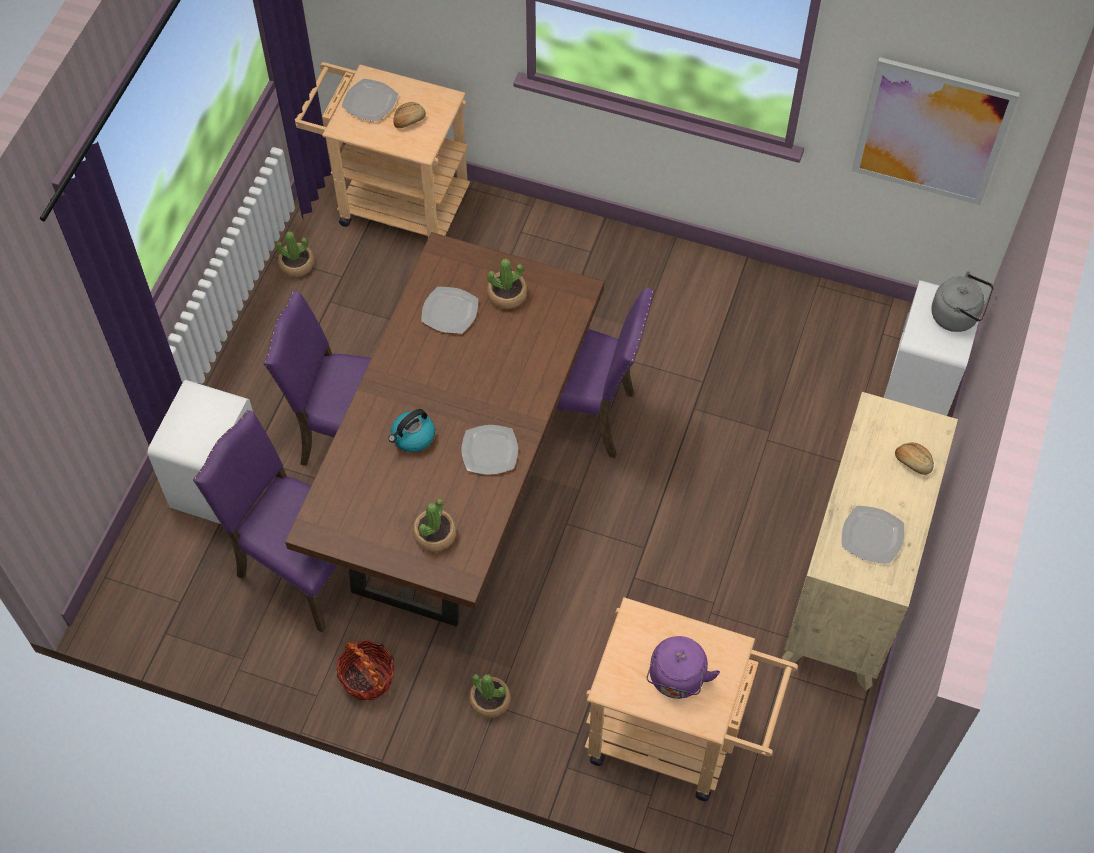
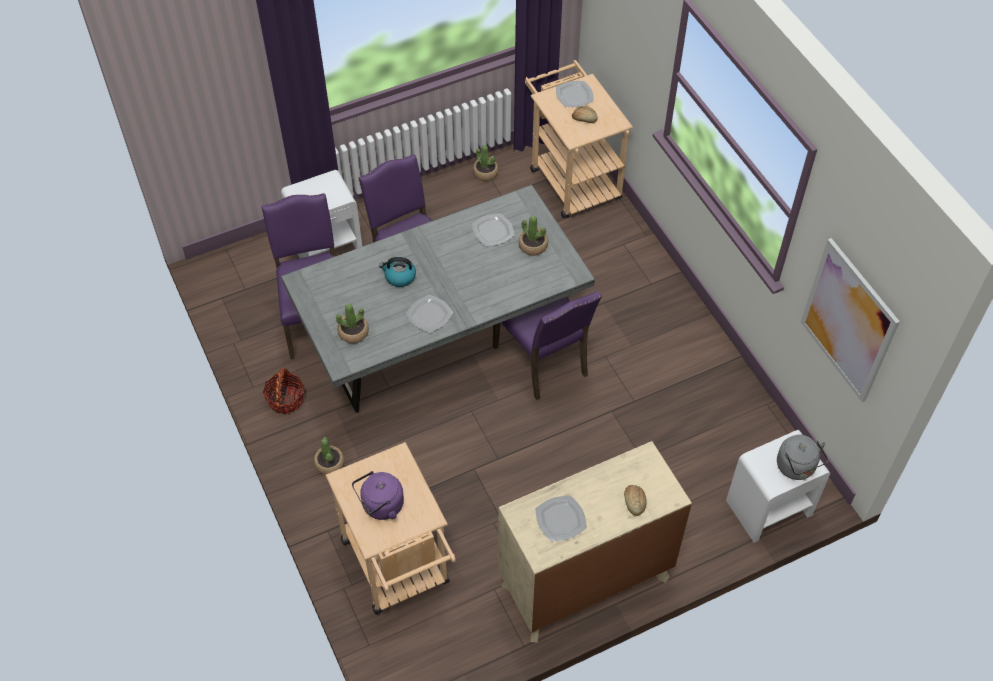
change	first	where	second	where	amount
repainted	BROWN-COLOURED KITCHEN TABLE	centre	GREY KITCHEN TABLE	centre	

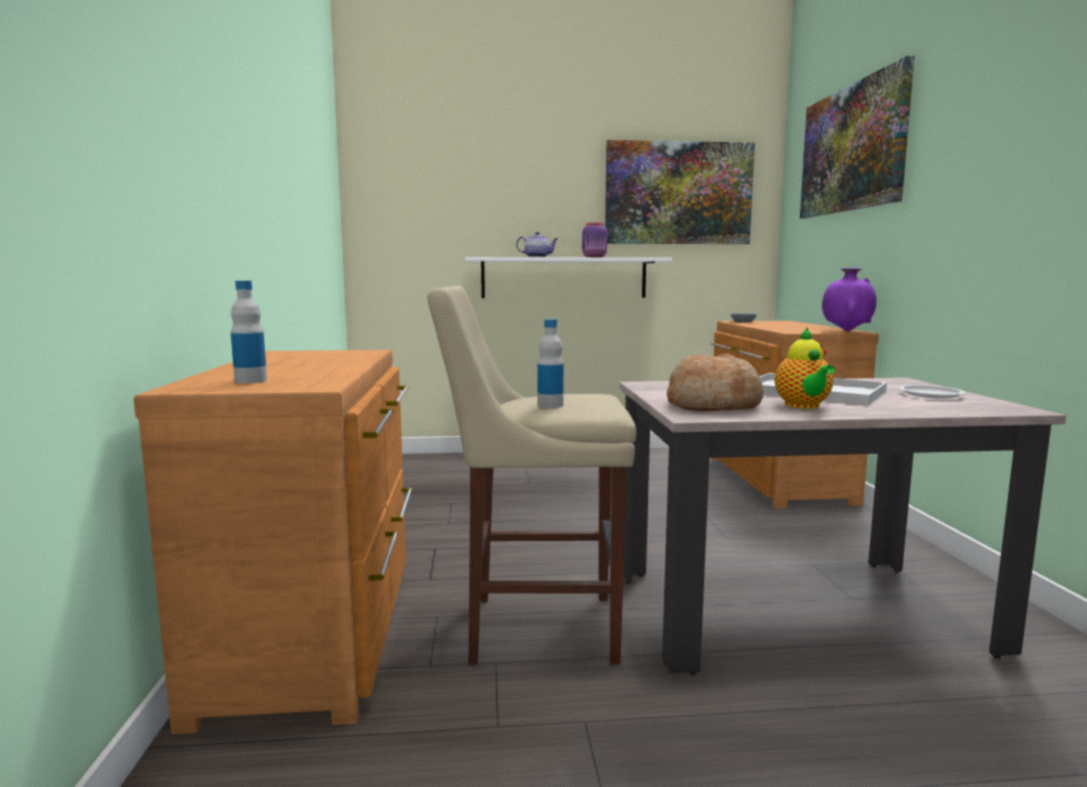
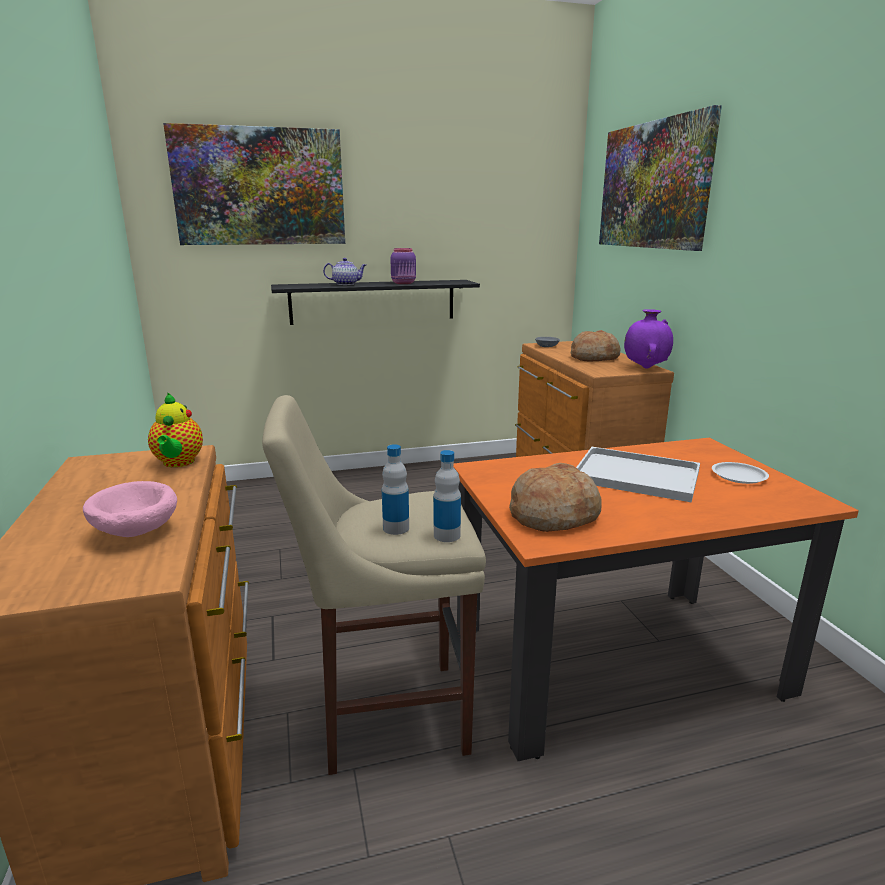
change	first	where	second	where	amount
shifted	WALL PICTURE (no. 1 from left)	top centre		top left	
repainted	WHITE WALL SHELF	centre	BLACK WALL SHELF	centre	
shifted	BEVERAGE BOTTLE (no. 1 from left in the first image)	middle left	BEVERAGE BOTTLE (no. 2 from left)	centre	
shifted	POT FOR TEA (no. 2 from left in the first image)	middle right	POT FOR TEA (no. 1 from left)	middle left	
repainted	BEIGE KITCHEN TABLE	bottom right	ORANGEY KITCHEN TABLE	bottom right	
new			BREAD (no. 2 from left)	middle right	
new			PINKISH BOWL	middle left	

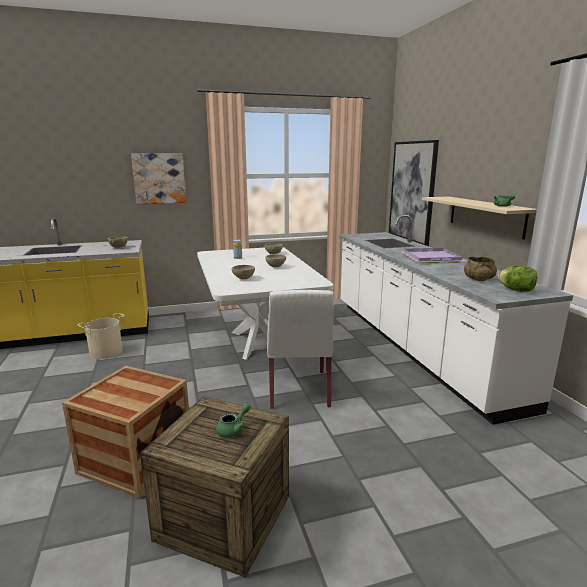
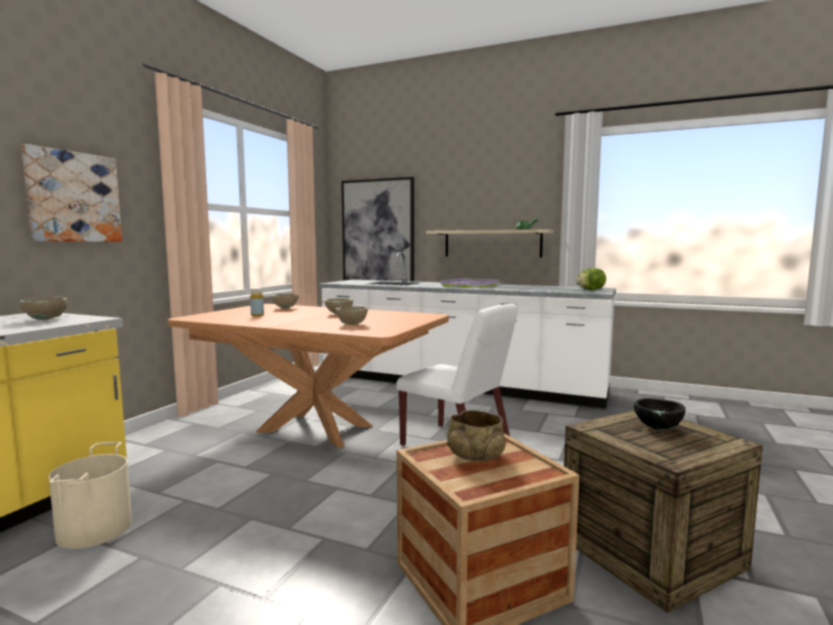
change	first	where	second	where	amount
repainted	WHITE KITCHEN TABLE	centre	BROWN-COLOURED KITCHEN TABLE	centre	
shifted	BEIGE BOWL (no. 5 from left)	middle right		bottom centre	
swapped	GREEN-COLOURED POT FOR TEA (no. 1 from left)	bottom centre	BLACK BOWL	middle right	

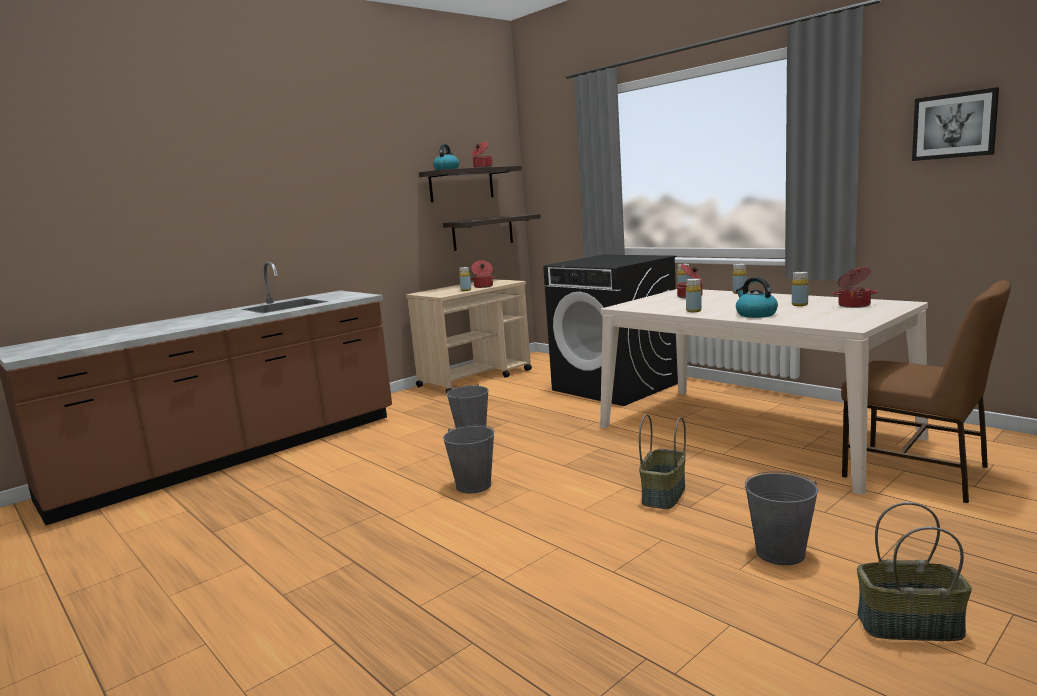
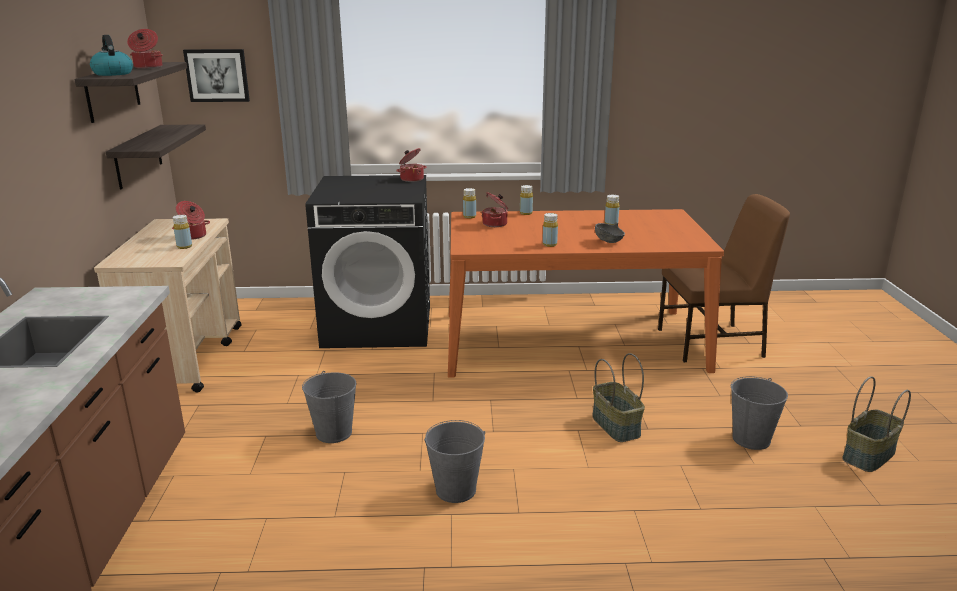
change	first	where	second	where	amount
shifted	WALL PICTURE	top right		top left	
shifted	SAUCEPOT (no. 4 from left in the first image)	middle right	SAUCEPOT (no. 3 from left)	top centre	
swapped	KETTLE (no. 2 from left)	middle right	GREY BOWL	centre	
repainted	BEIGE KITCHEN TABLE	middle right	ORANGEY KITCHEN TABLE	centre	

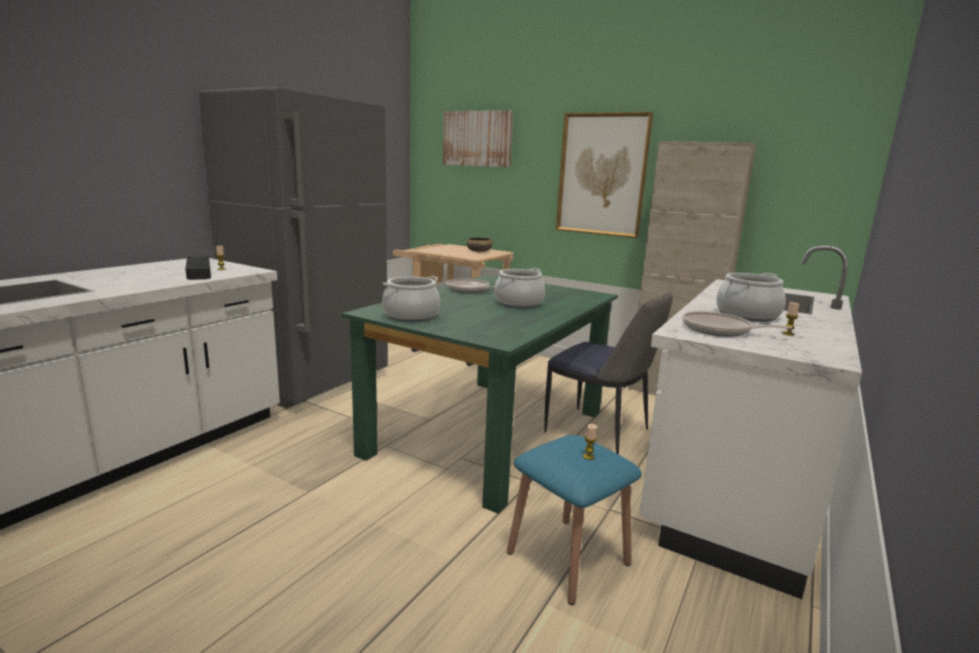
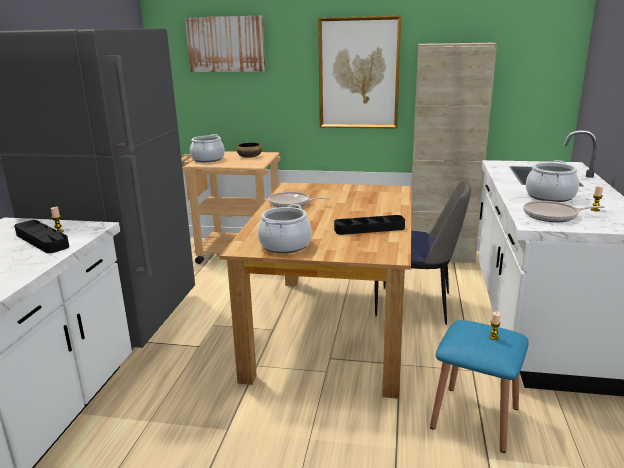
change	first	where	second	where	amount
shifted	SAUCEPOT (no. 2 from left in the first image)	centre	SAUCEPOT (no. 1 from left)	top left	
repainted	GREEN-COLOURED KITCHEN TABLE	centre	BROWN-COLOURED KITCHEN TABLE	centre	
new			BLACK SERVING TRAY (no. 2 from left)	centre	

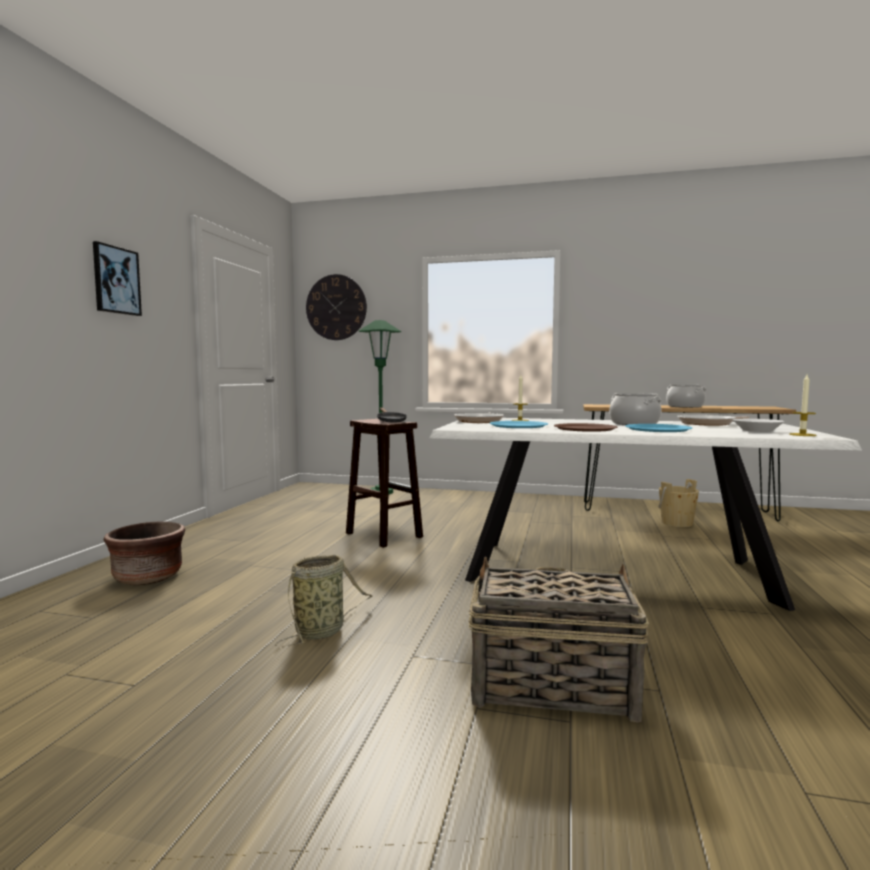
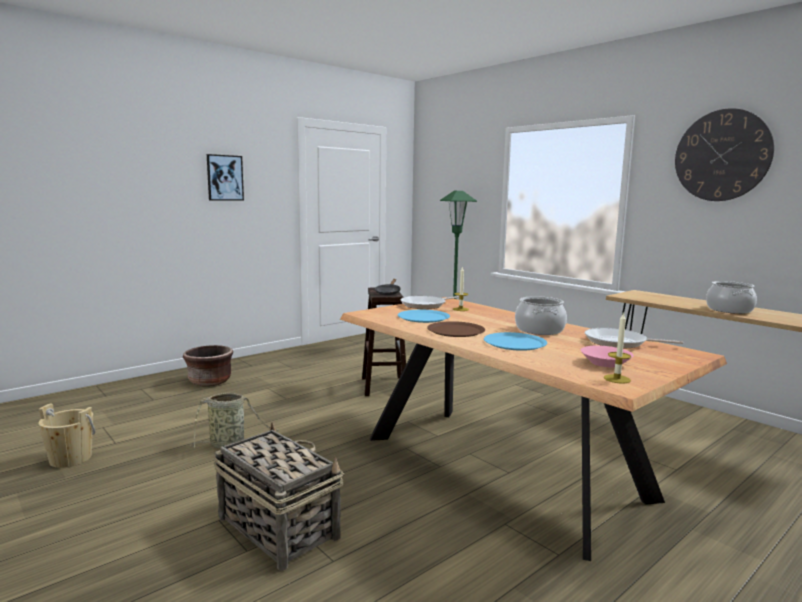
change	first	where	second	where	amount
shifted	HANGING CLOCK	centre		top right	
repainted	WHITE KITCHEN TABLE	middle right	BROWN-COLOURED KITCHEN TABLE	bottom centre	
repainted	WHITE BOWL	middle right	PINKISH BOWL	middle right	
shifted	BEIGE PAIL	middle right		bottom left	

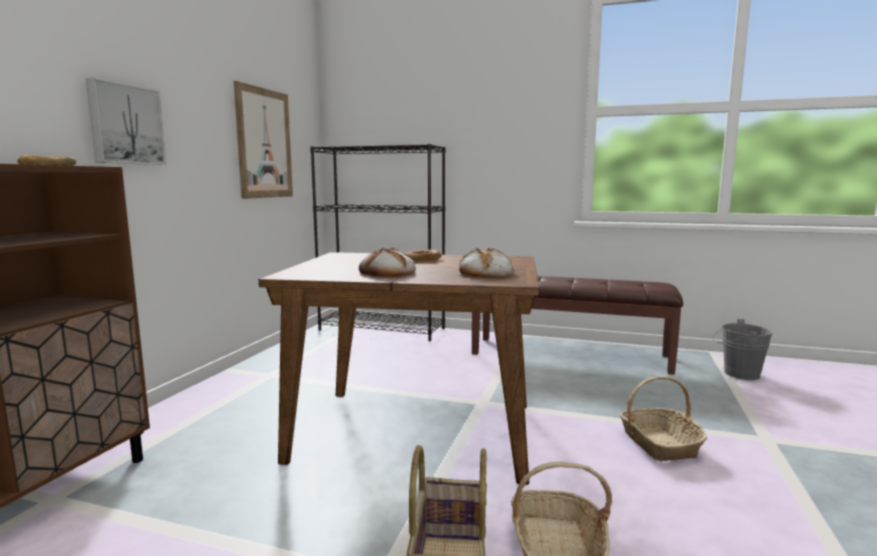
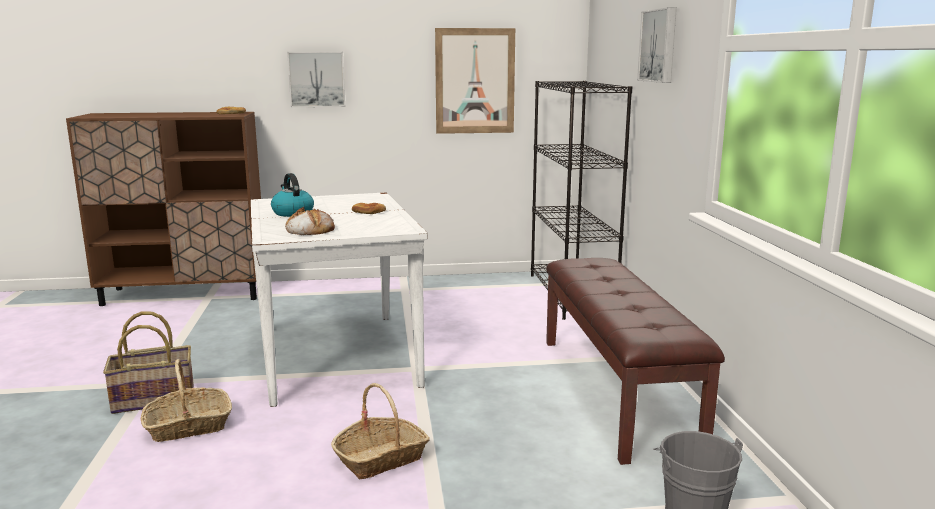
change	first	where	second	where	amount
swapped	BREAD (no. 2 from left)	centre	KETTLE	middle left	
repainted	BROWN-COLOURED KITCHEN TABLE	centre	WHITE KITCHEN TABLE	centre	
new			WALL PICTURE (no. 3 from left)	top right	

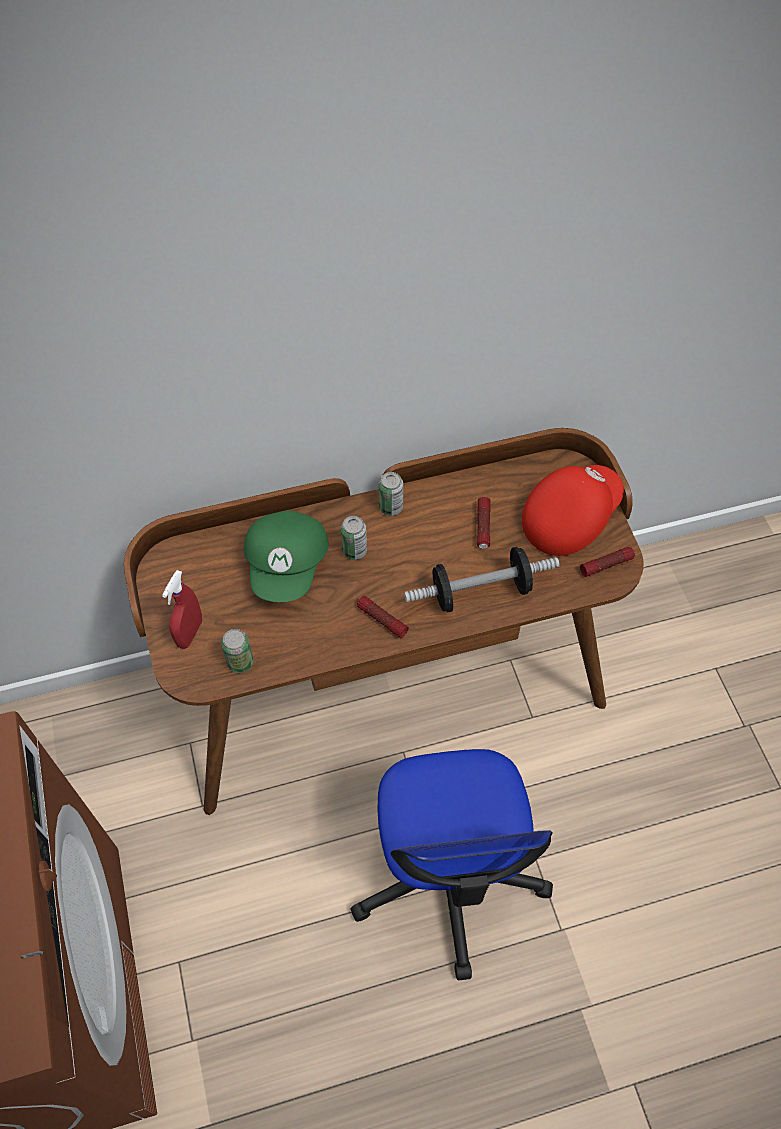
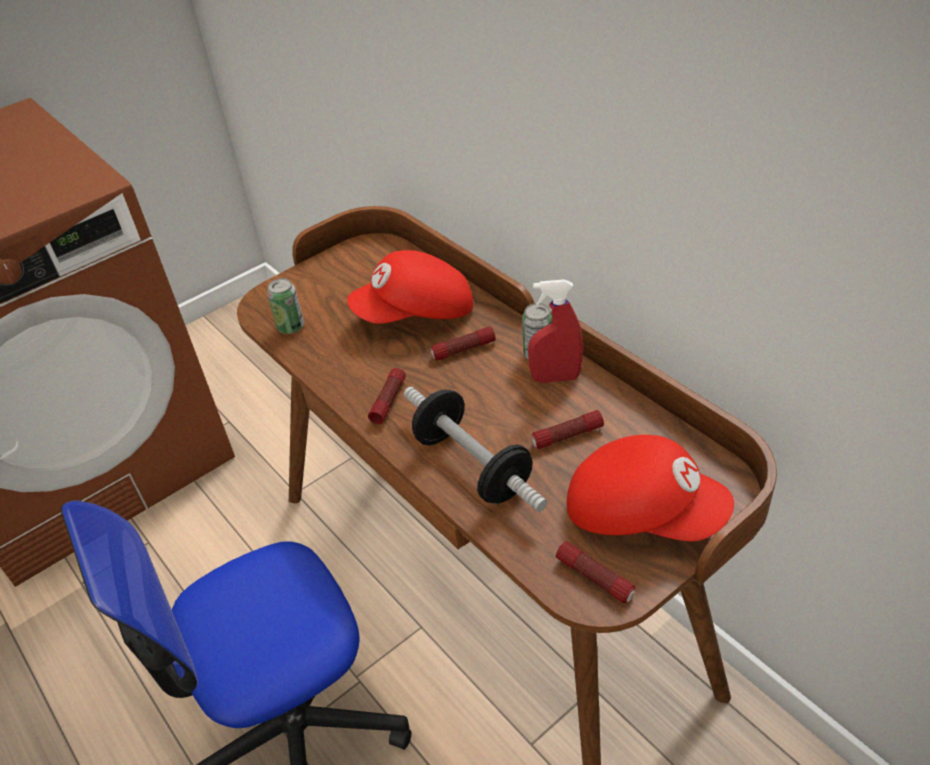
change	first	where	second	where	amount
repainted	GREEN-COLOURED CAP	centre	RED-COLOURED CAP (no. 1 from left)	centre	
swapped	METAL CAN (no. 2 from left)	centre	HAND TORCH (no. 2 from left)	centre	
shifted	RED-COLOURED SPRAY BOTTLE	middle left		centre	

